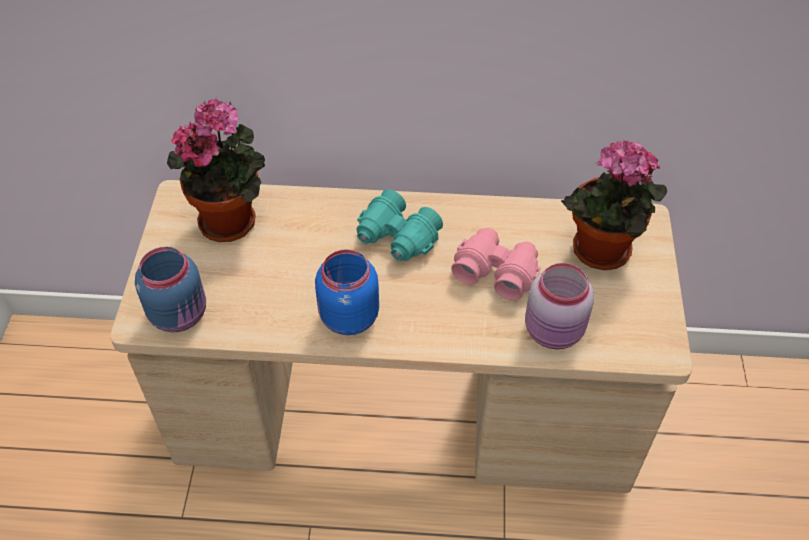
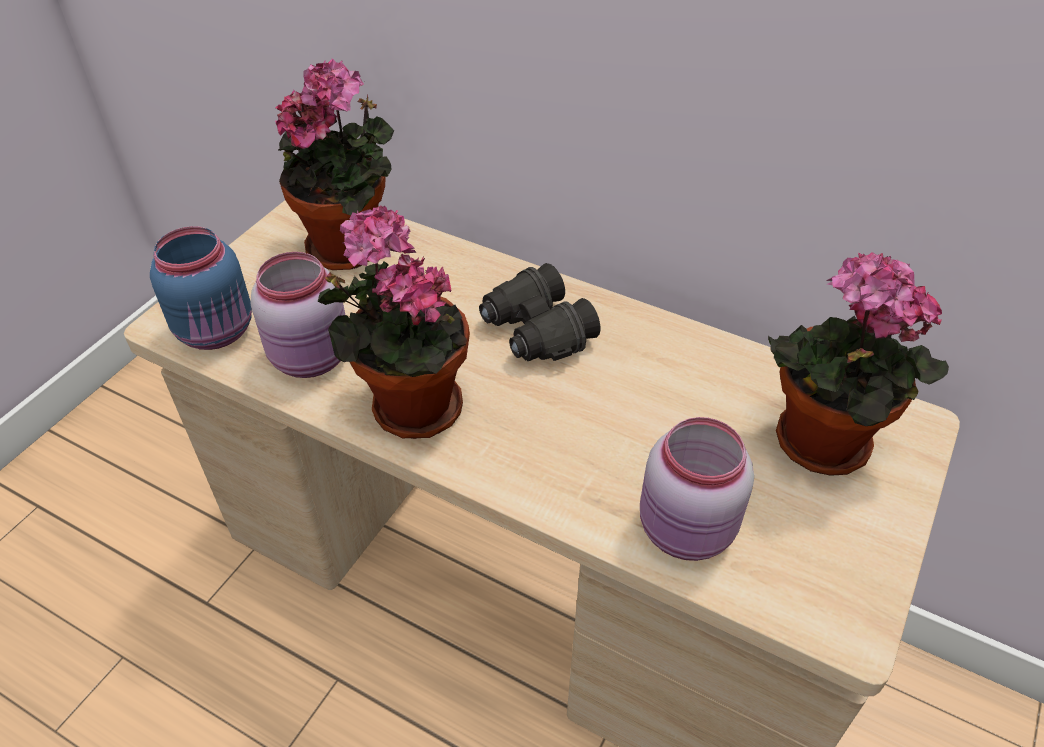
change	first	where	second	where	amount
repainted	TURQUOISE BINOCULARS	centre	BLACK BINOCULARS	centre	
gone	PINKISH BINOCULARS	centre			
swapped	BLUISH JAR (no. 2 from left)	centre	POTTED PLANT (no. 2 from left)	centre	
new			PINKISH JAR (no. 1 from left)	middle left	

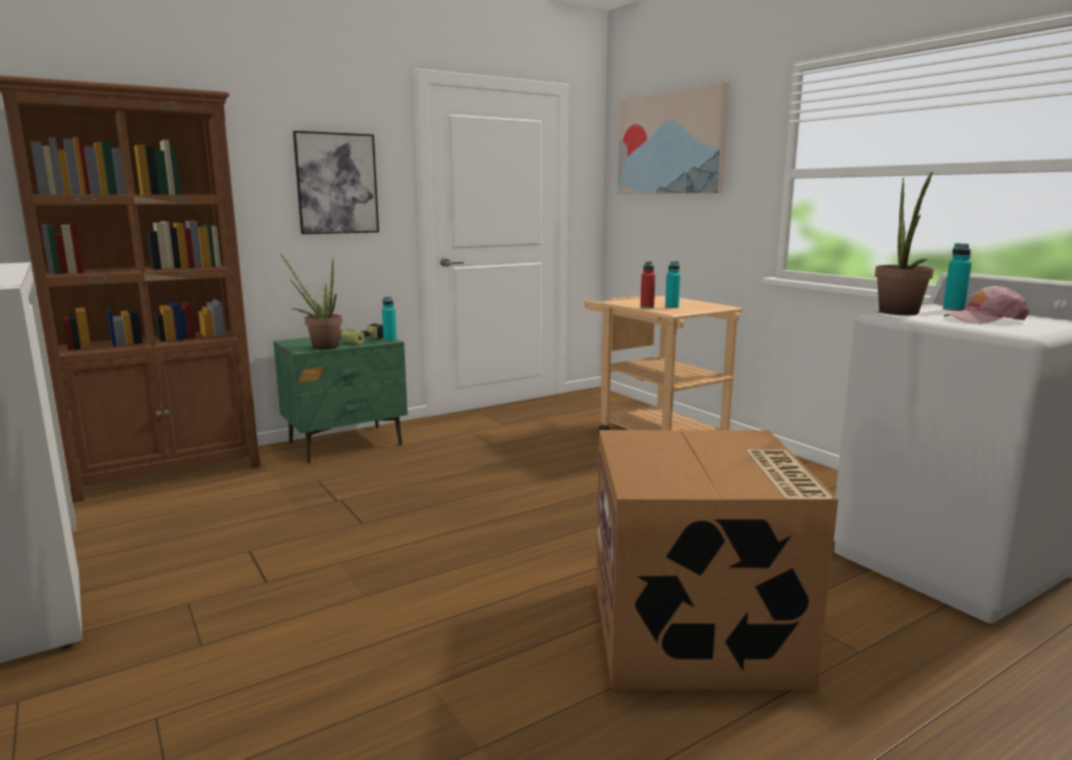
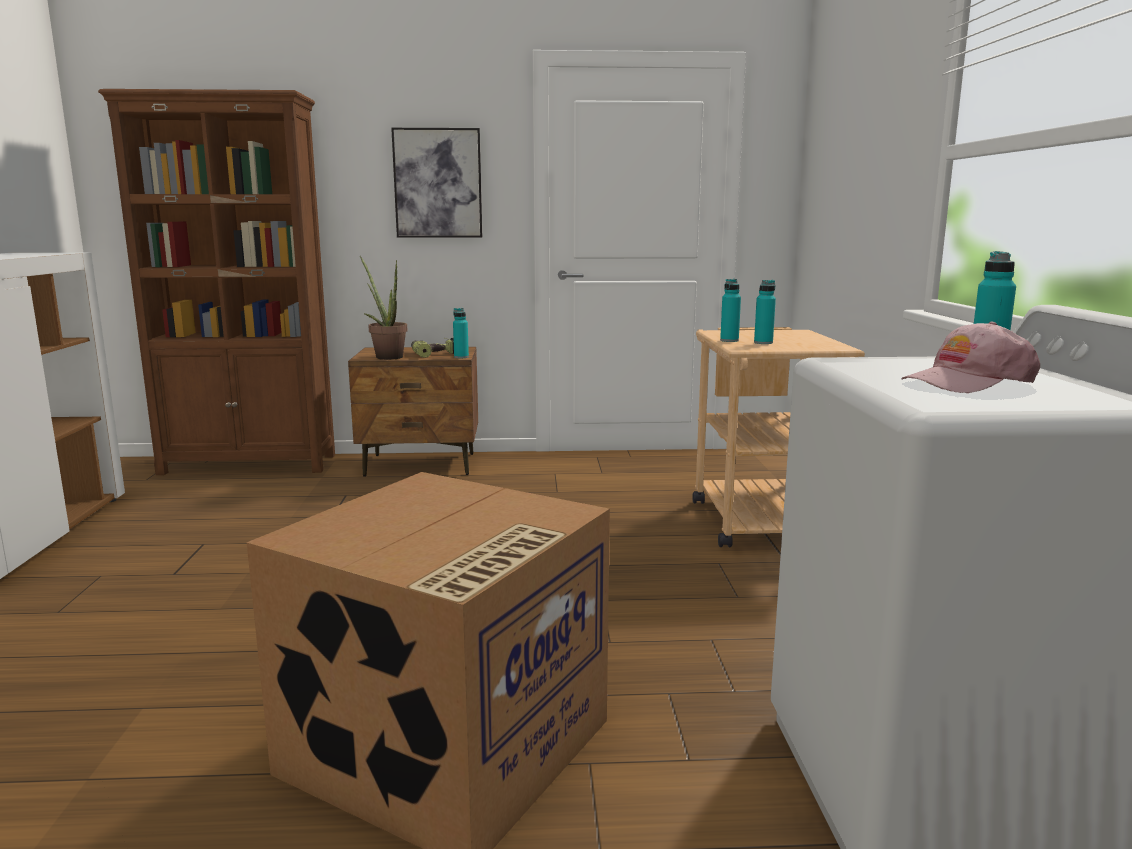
change	first	where	second	where	amount
gone	WALL PICTURE (no. 2 from left)	top centre			
gone	POTTED PLANT (no. 2 from left)	top right			
repainted	RED-COLOURED BEVERAGE BOTTLE	centre	TURQUOISE BEVERAGE BOTTLE (no. 2 from left)	centre	
rotated	PINKISH CAP	middle right		middle right	45 degrees counterclockwise
repainted	GREEN-COLOURED NIGHTSTAND	middle left	BROWN-COLOURED NIGHTSTAND	centre	

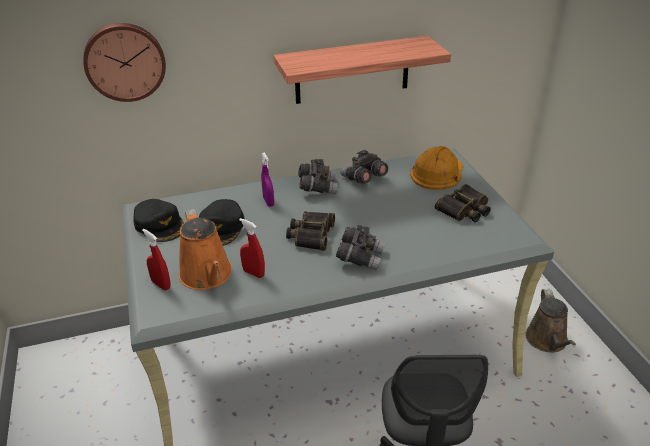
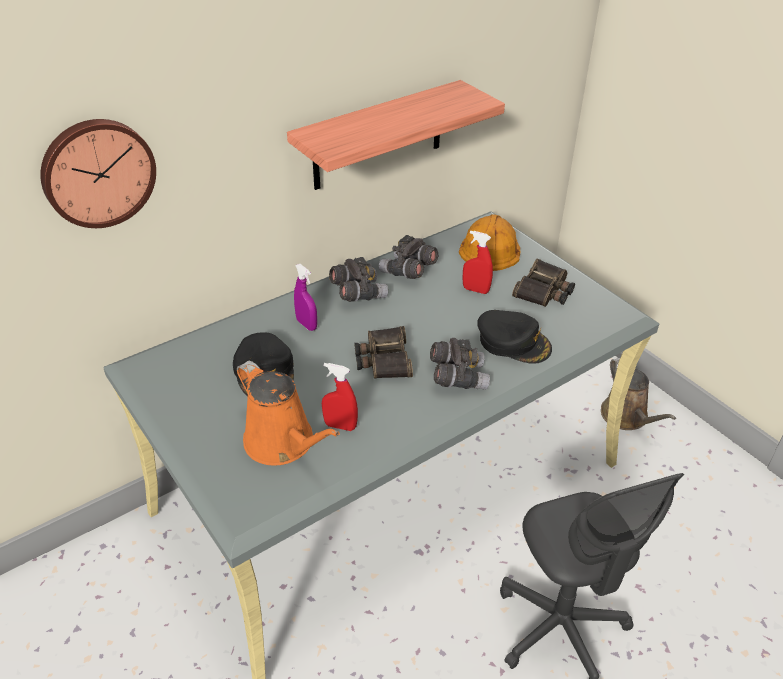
change	first	where	second	where	amount
shifted	BLACK CAP (no. 1 from left in the first image)	middle left	BLACK CAP (no. 2 from left)	centre	
shifted	RED-COLOURED SPRAY BOTTLE (no. 1 from left in the first image)	middle left	RED-COLOURED SPRAY BOTTLE (no. 2 from left)	centre	

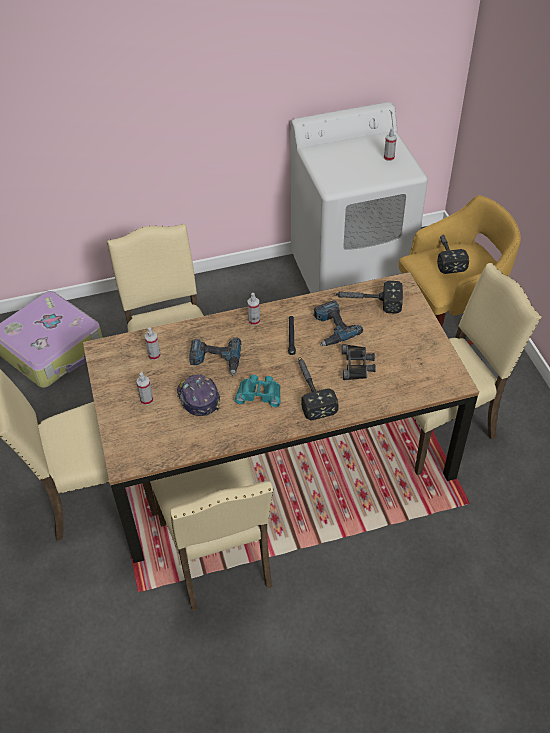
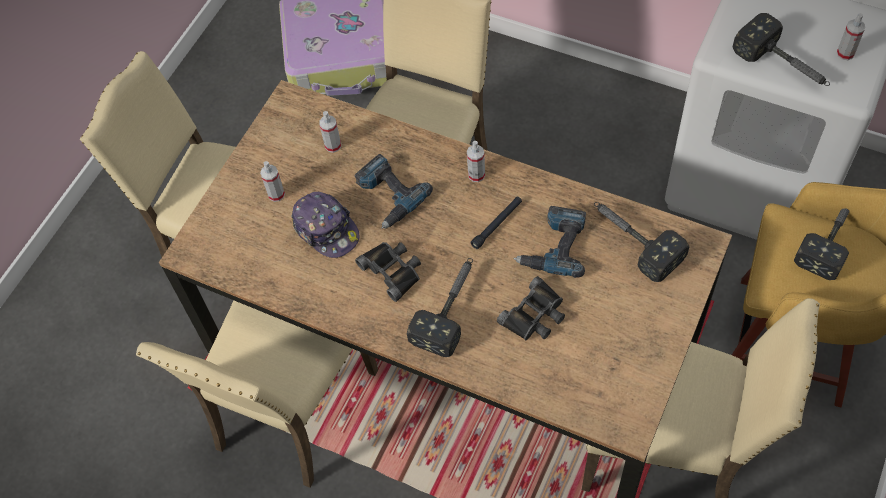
change	first	where	second	where	amount
rotated	CAP	centre		centre	120 degrees clockwise
repainted	TURQUOISE BINOCULARS	centre	BLACK BINOCULARS (no. 1 from left)	centre	
new			TOOL HAMMER (no. 3 from left)	top right	

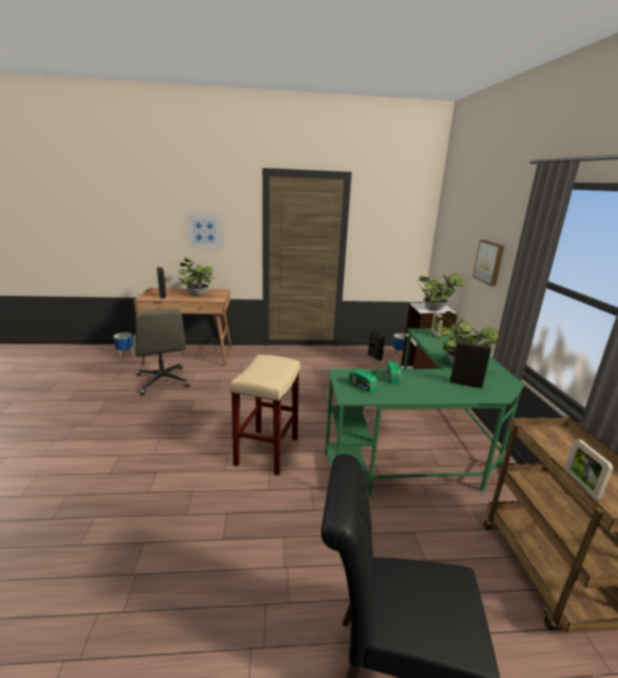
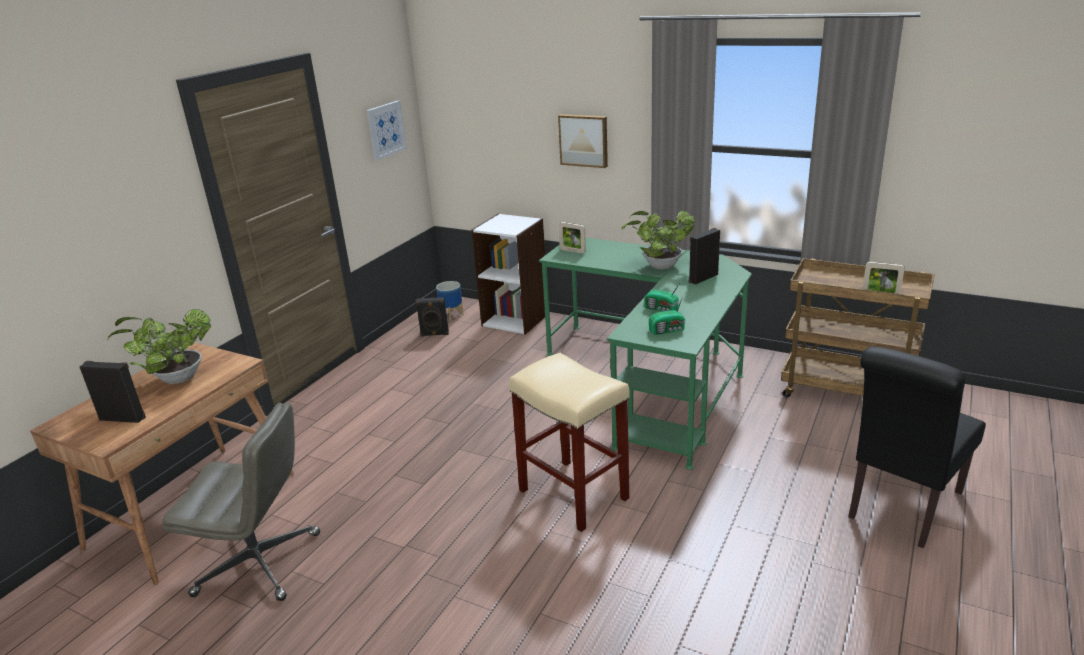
change	first	where	second	where	amount
shifted	WALL PICTURE (no. 1 from left)	middle left		top centre	
gone	POTTED PLANT (no. 2 from left)	middle right			
gone	PLANTER (no. 1 from left)	middle left			

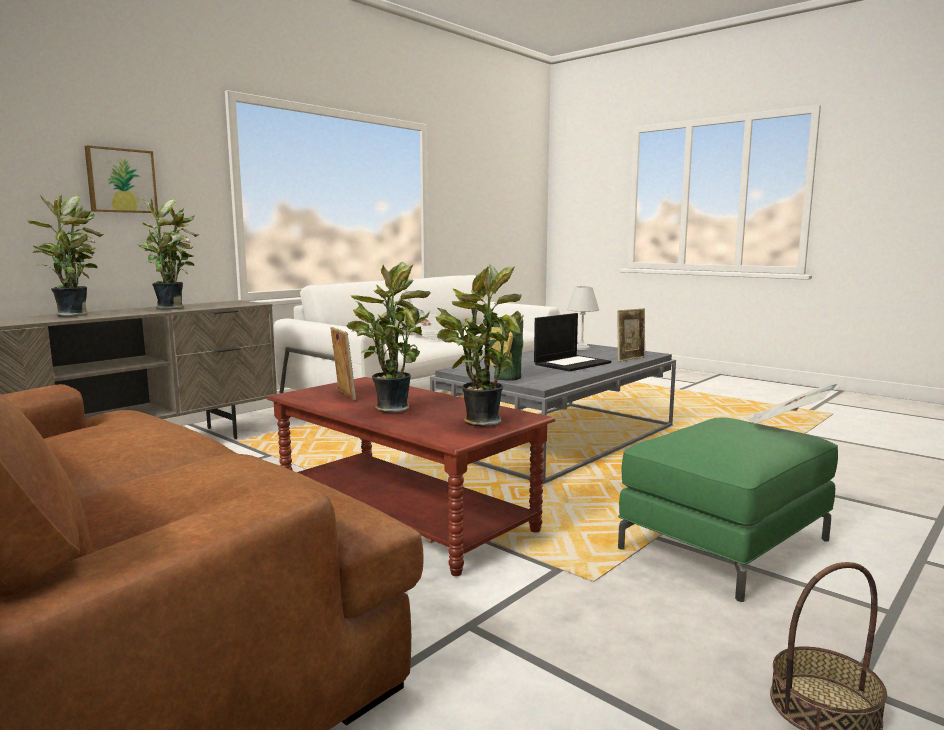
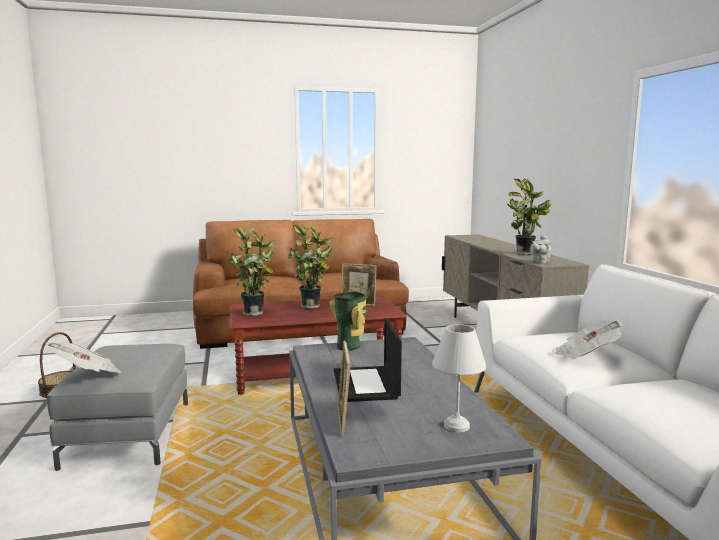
change	first	where	second	where	amount
gone	WALL PICTURE	top left			
gone	POTTED PLANT (no. 1 from left)	middle left			
repainted	GREEN-COLOURED OTTOMAN	bottom right	GREY OTTOMAN	bottom left	
new			GREY POT FOR TEA	middle right	

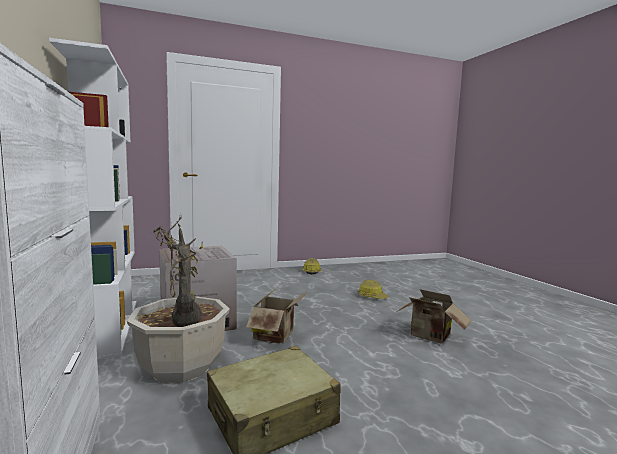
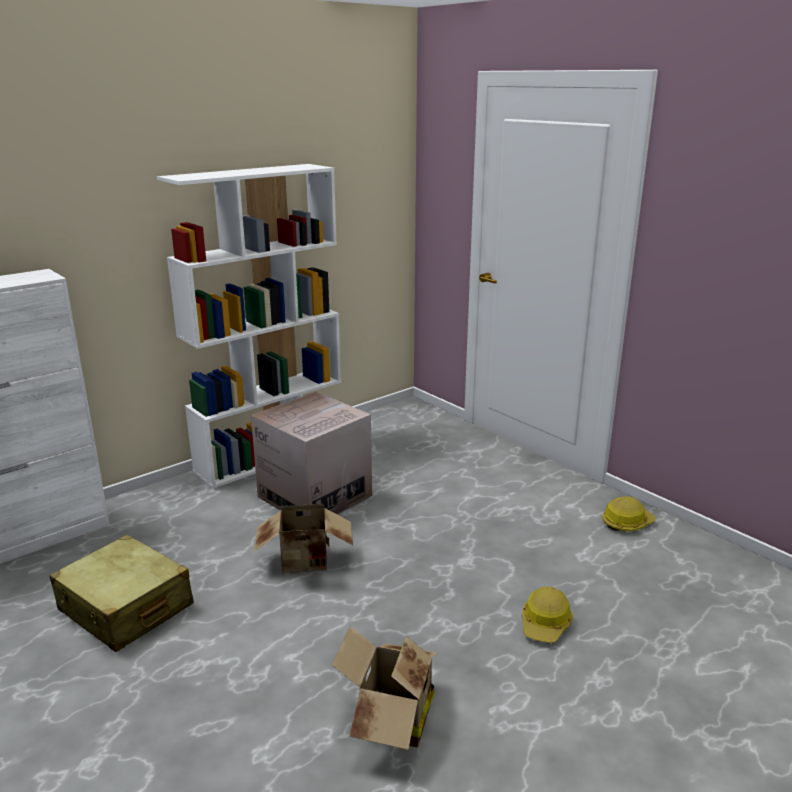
change	first	where	second	where	amount
gone	POTTED PLANT	middle left			

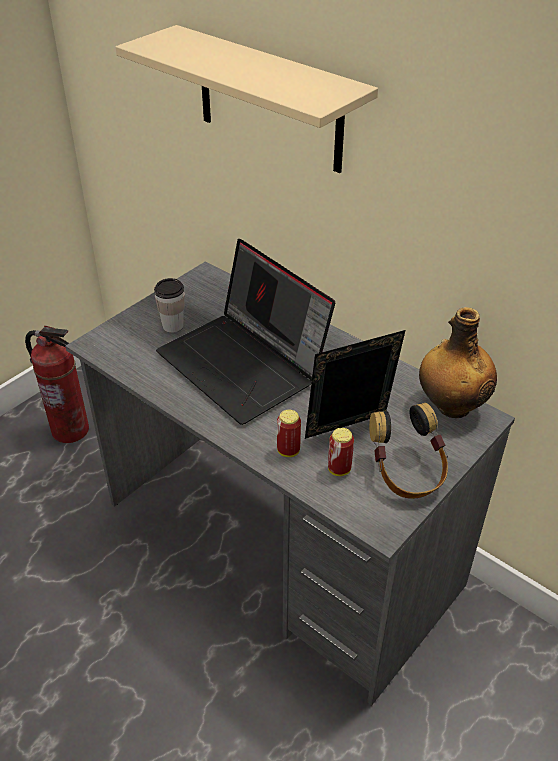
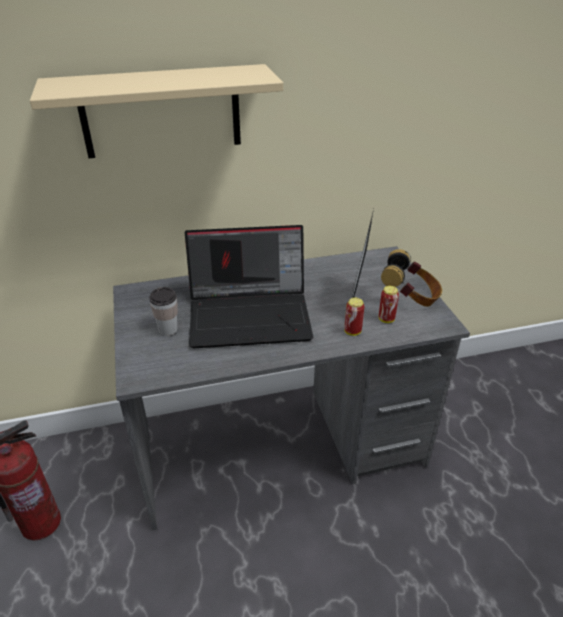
change	first	where	second	where	amount
gone	BEVERAGE BOTTLE	middle right			

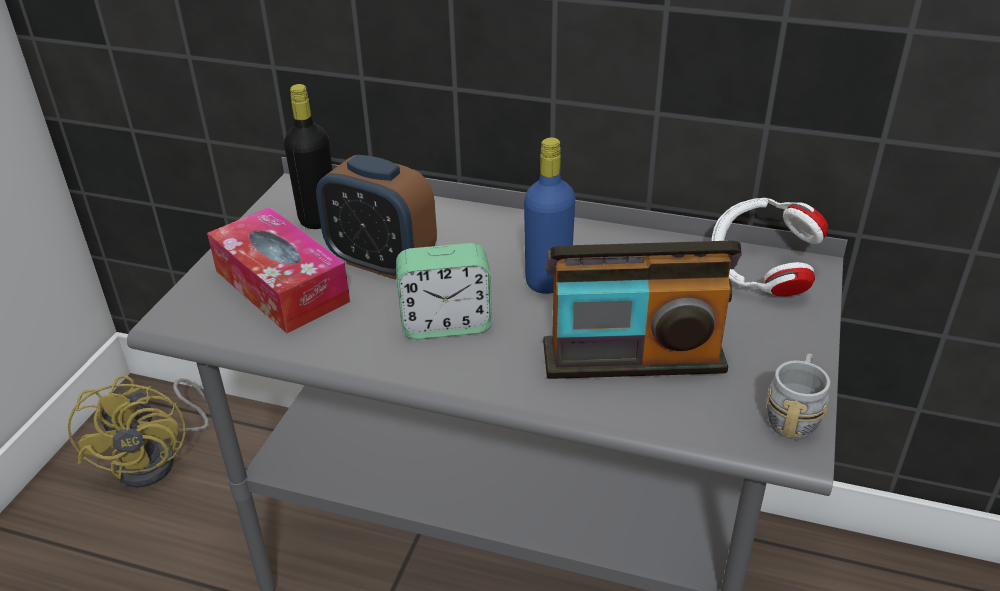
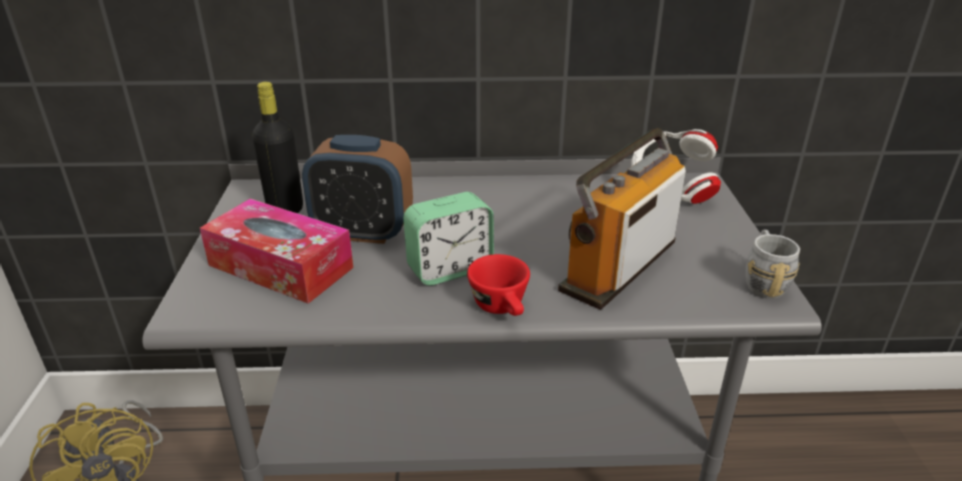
change	first	where	second	where	amount
gone	BLUISH BEVERAGE BOTTLE	centre			
rotated	RADIO RECEIVER	centre		centre	150 degrees clockwise
new			RED-COLOURED DRINKING CUP	centre	

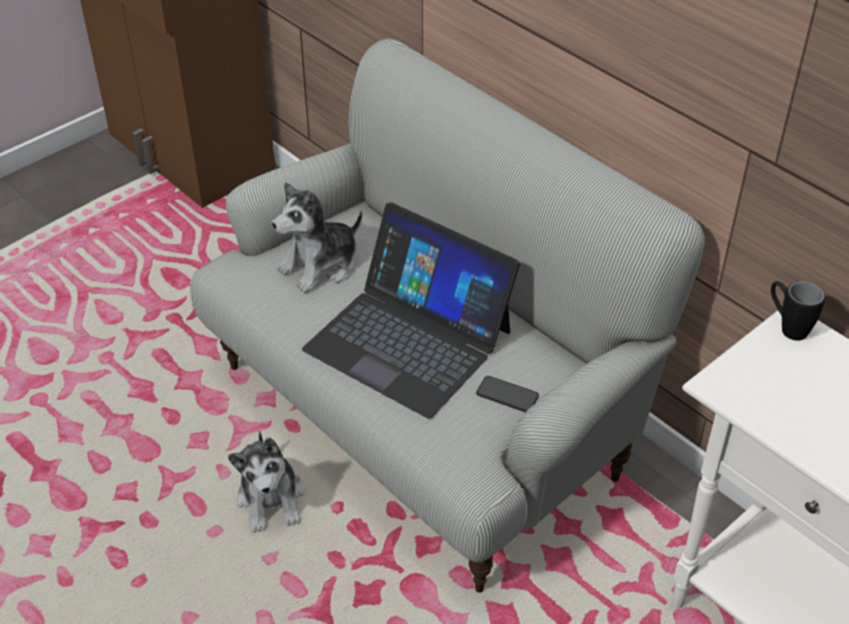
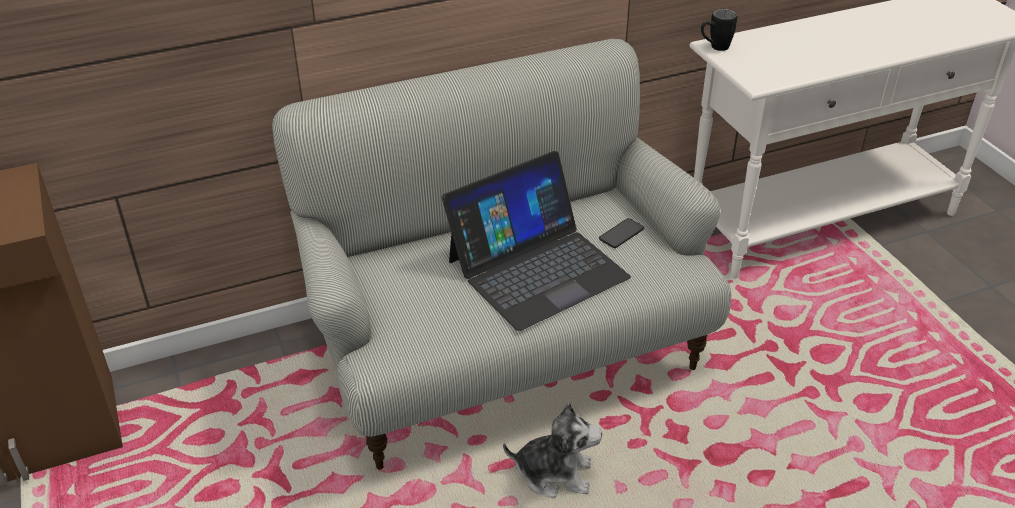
change	first	where	second	where	amount
gone	SOFT TOY (no. 2 from left)	centre			

